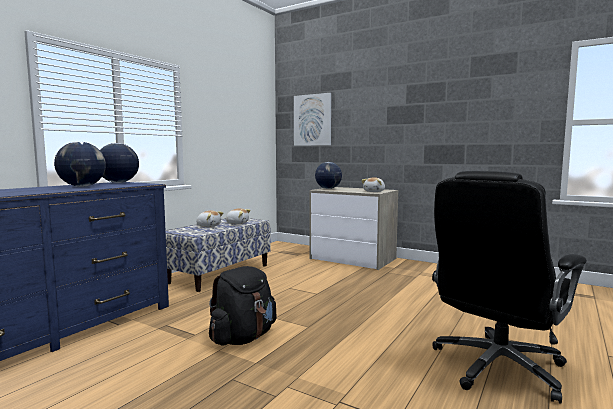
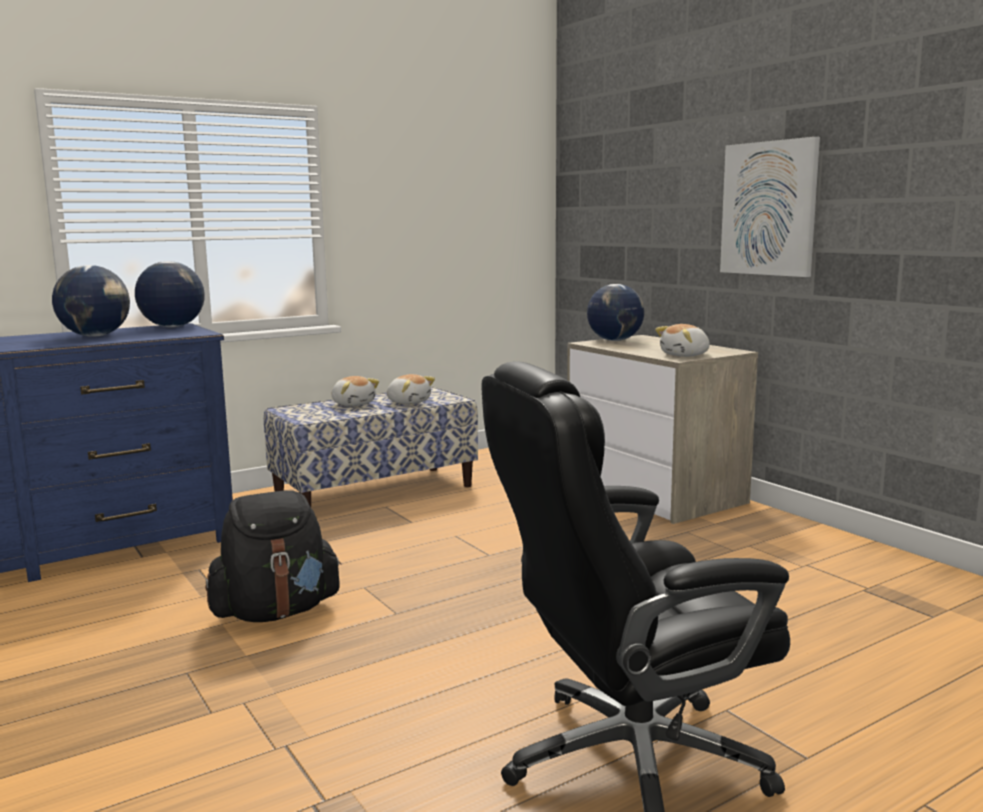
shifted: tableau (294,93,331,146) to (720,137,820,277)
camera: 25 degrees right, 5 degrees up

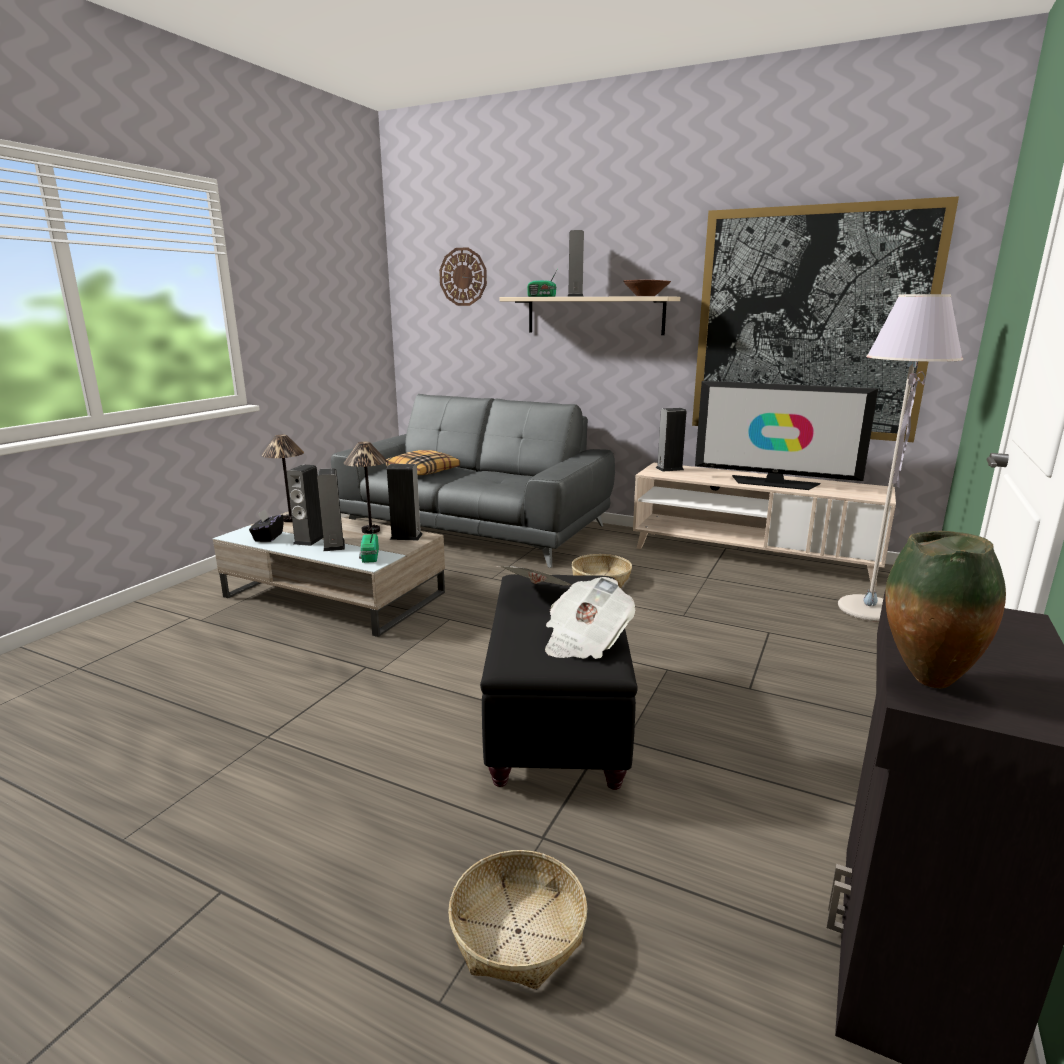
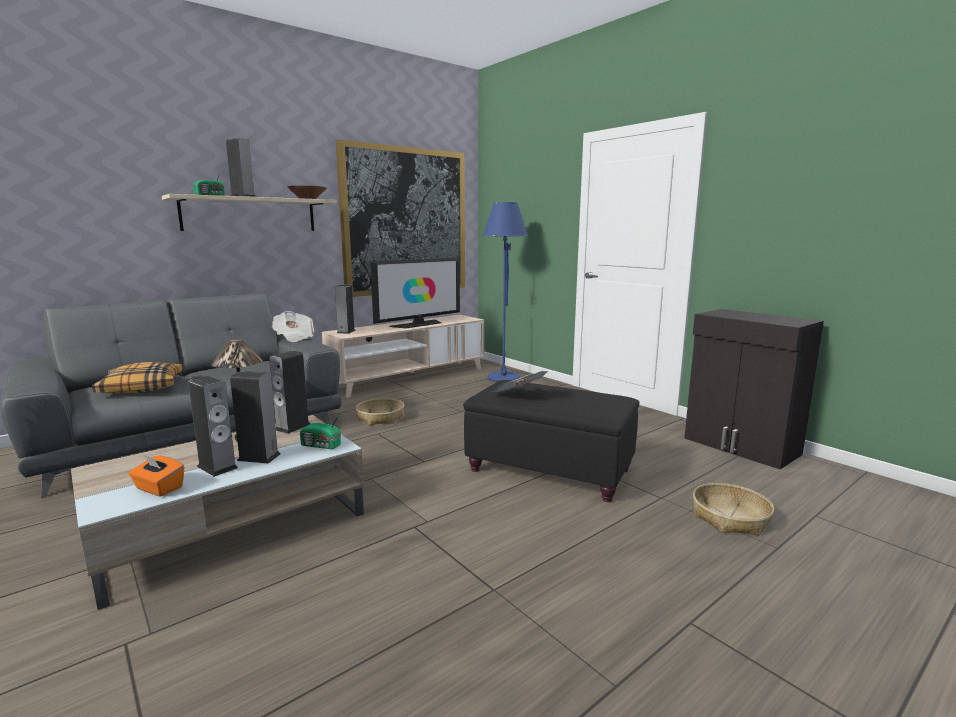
gone: lampe de table (262,435,304,522); horloge murale (439,247,487,306); vase (885,531,1006,688)
shifted: journal (545,577,636,659) to (272,311,314,342)
repainted: boîte à mouchoirs [noir] (249,509,284,542) to boîte à mouchoirs [orange] (128,454,184,497); lampadaire [gris] (838,294,963,622) to lampadaire [bleu] (483,202,528,382)
camera: 65 degrees left, 5 degrees down

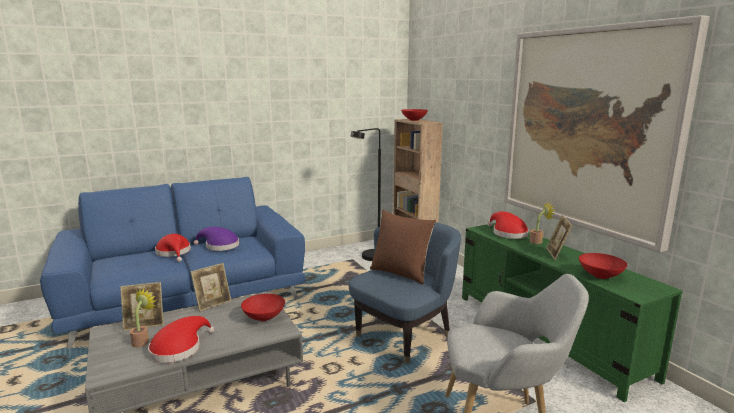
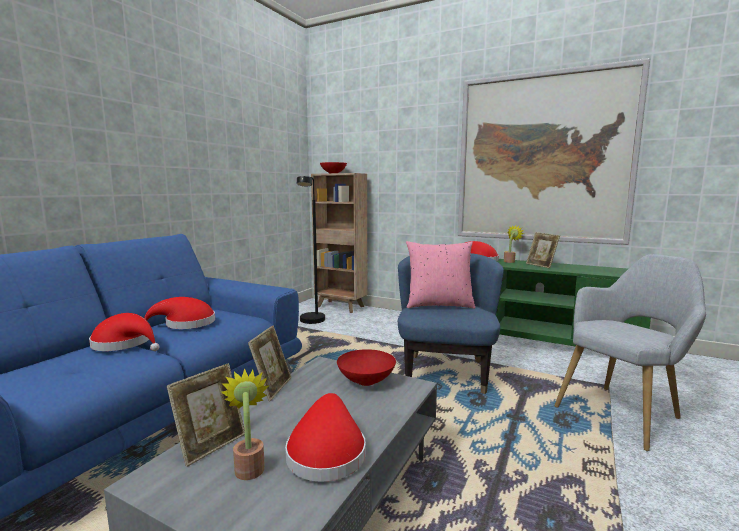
gone: bol [rouge] (579,253,627,279)
repainted: chapeau [violet] (194,227,239,251) to chapeau [rouge] (144,297,215,329); coussin [marron] (370,210,436,284) to coussin [rose] (406,241,475,309)
camera: 35 degrees left, 5 degrees down

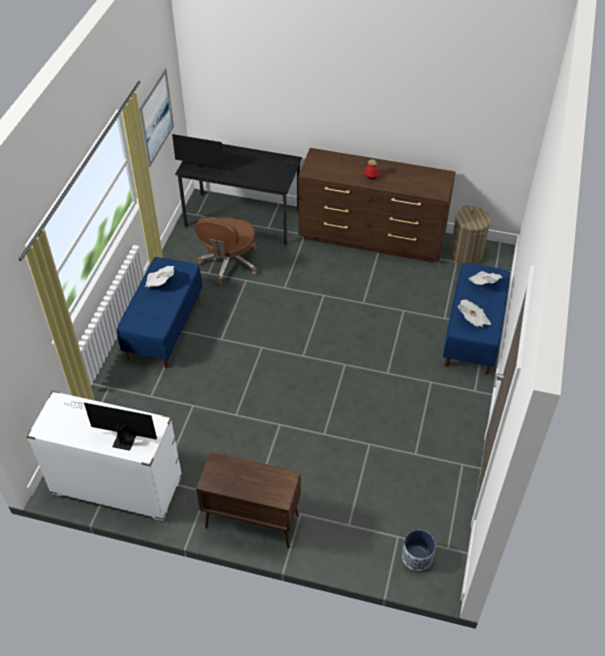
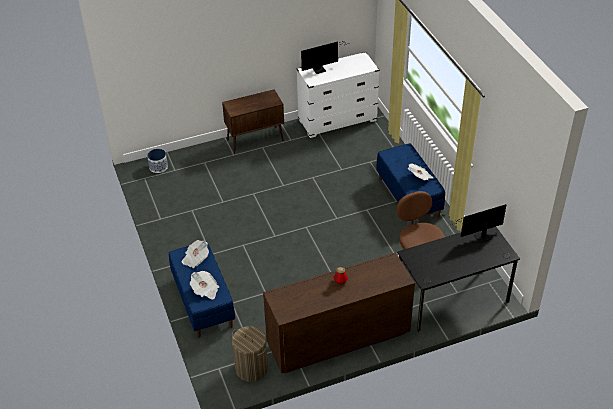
gone: tableau (139,67,174,168)
camera: 145 degrees right, 5 degrees down

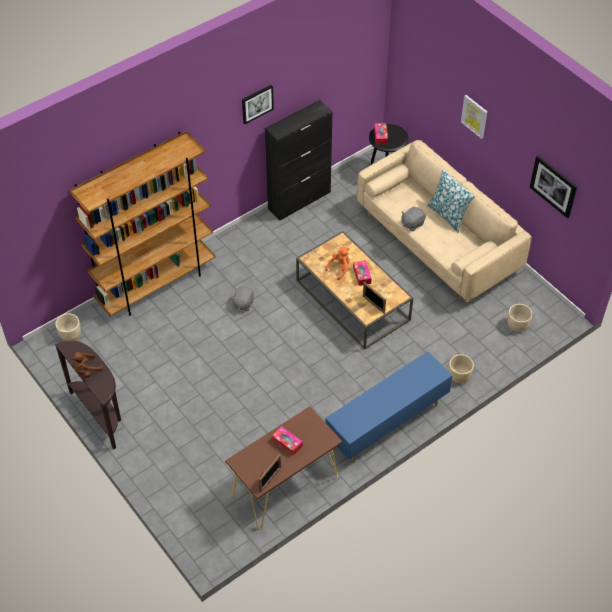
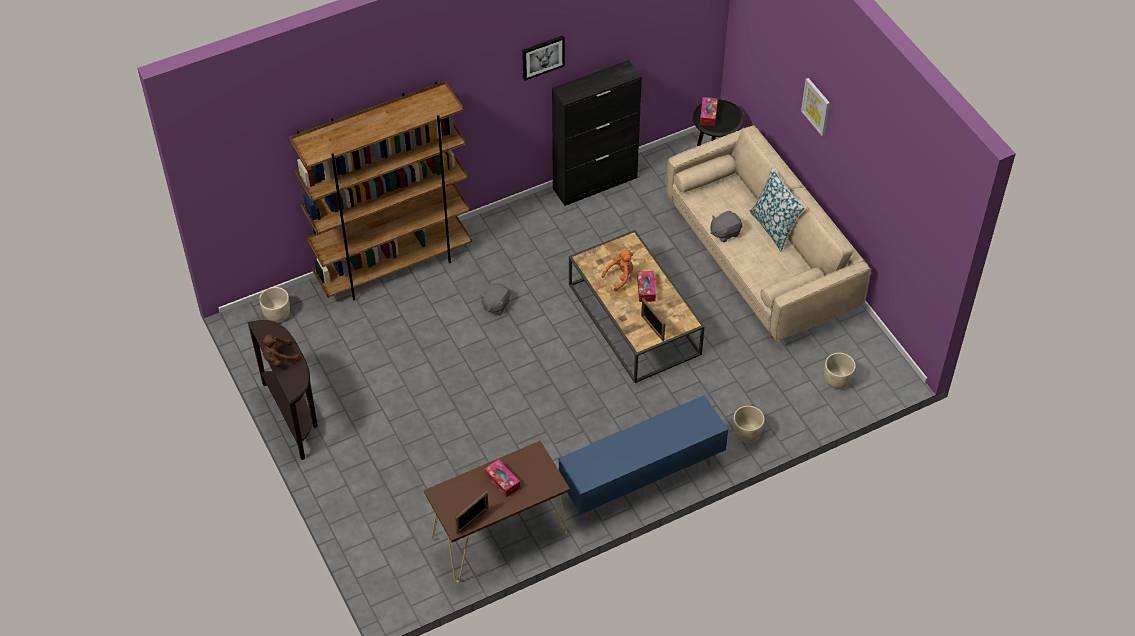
gone: tableau (530,155,577,219)
camera: 10 degrees right, 0 degrees up

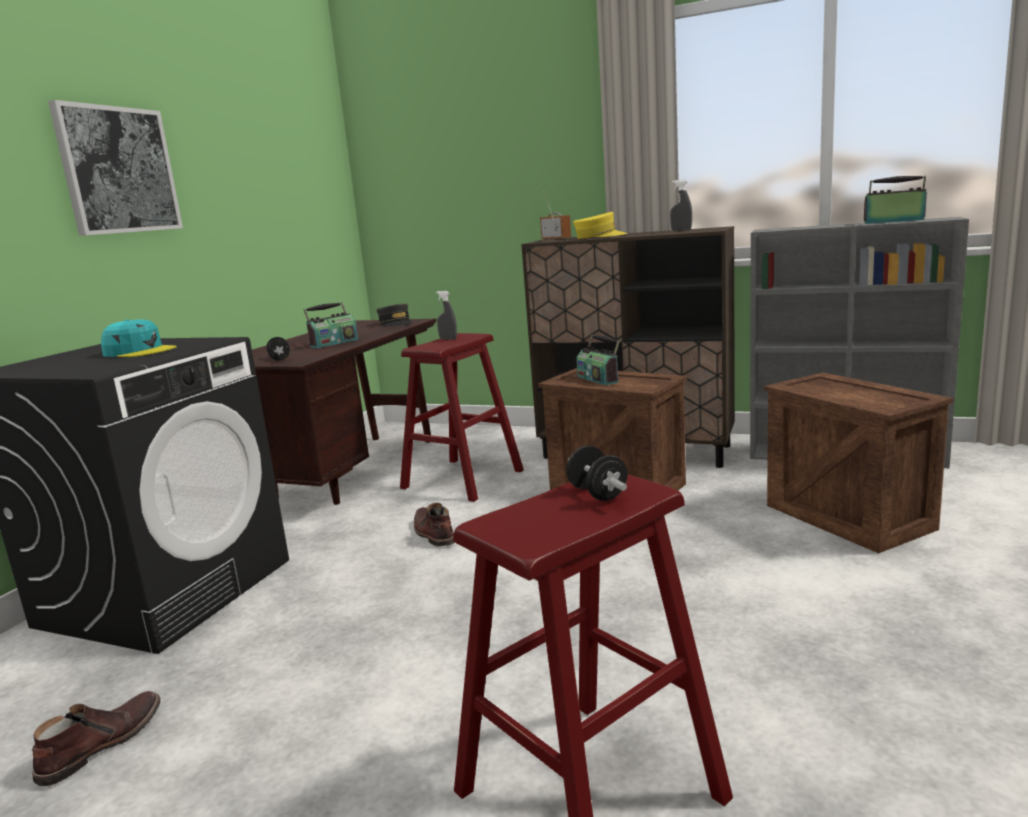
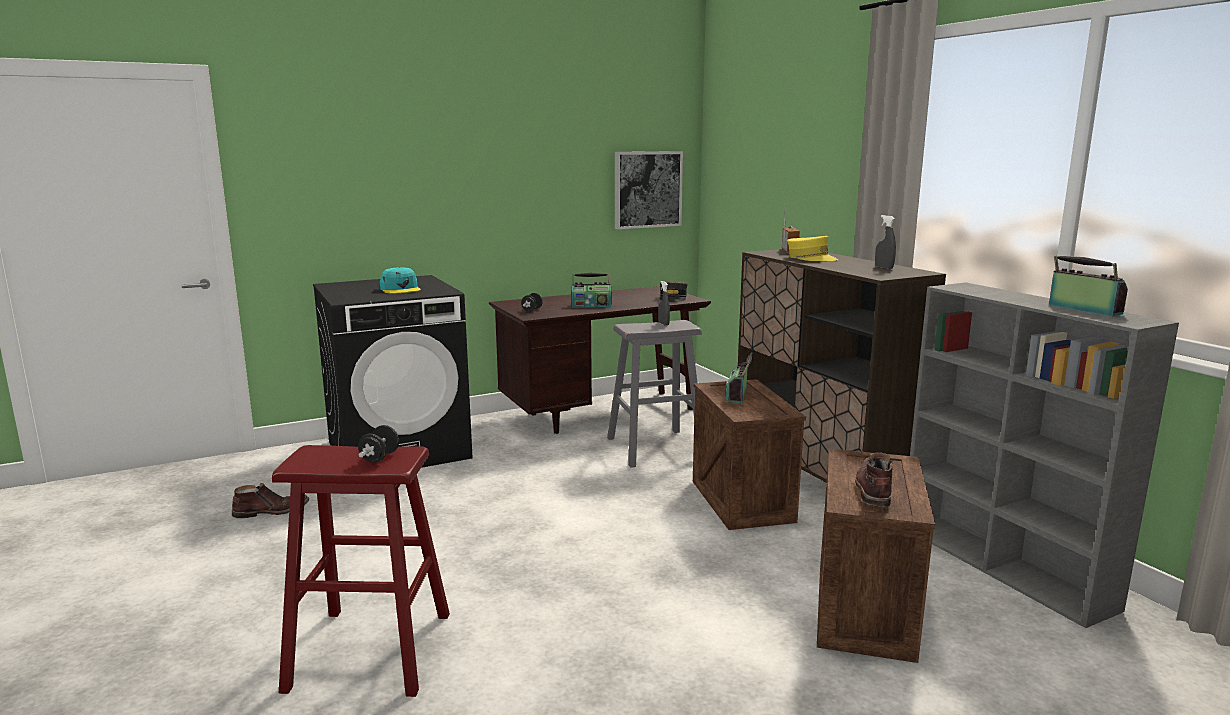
shifted: tableau (48,100,183,236) to (615,151,683,229); botte [marron] (414,503,455,547) to (855,452,893,507)
repainted: tabouret [rouge] (400,333,524,502) to tabouret [gris] (607,320,702,468)
camera: 40 degrees right, 0 degrees up

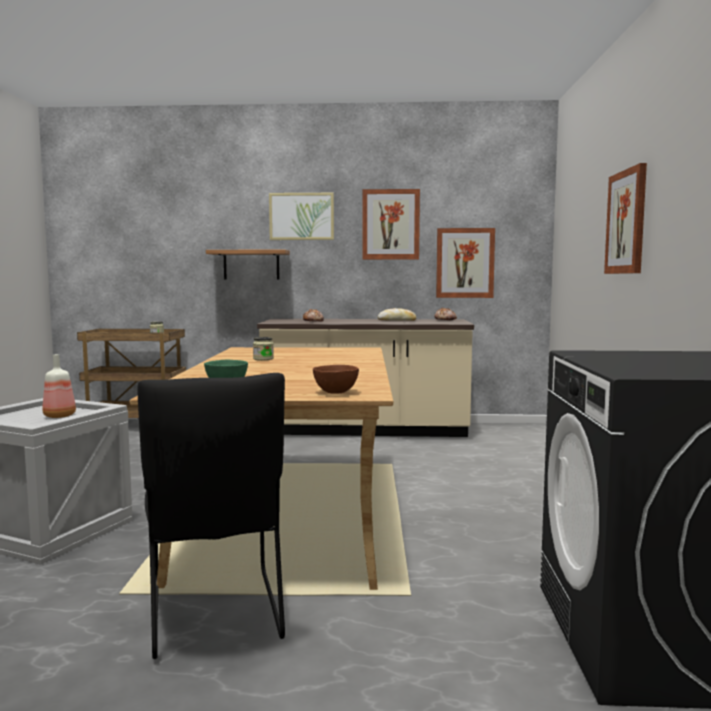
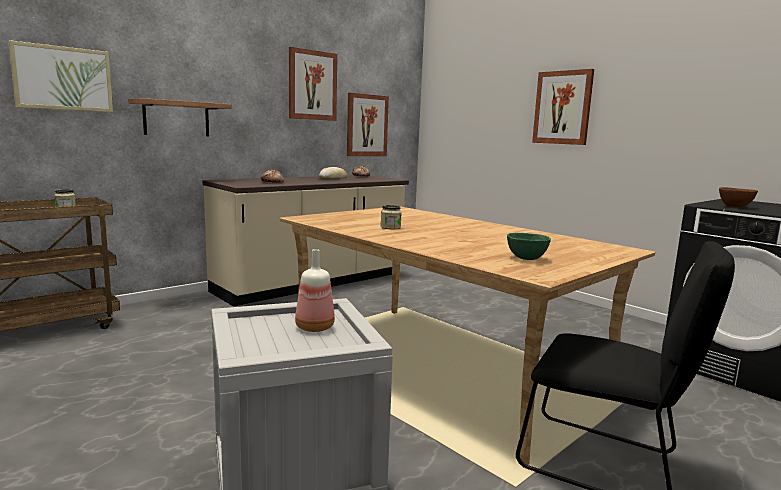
shifted: tableau (269,193,334,240) to (8,40,113,112); bol [marron] (313,365,359,394) to (719,187,758,207)
camera: 45 degrees left, 5 degrees up

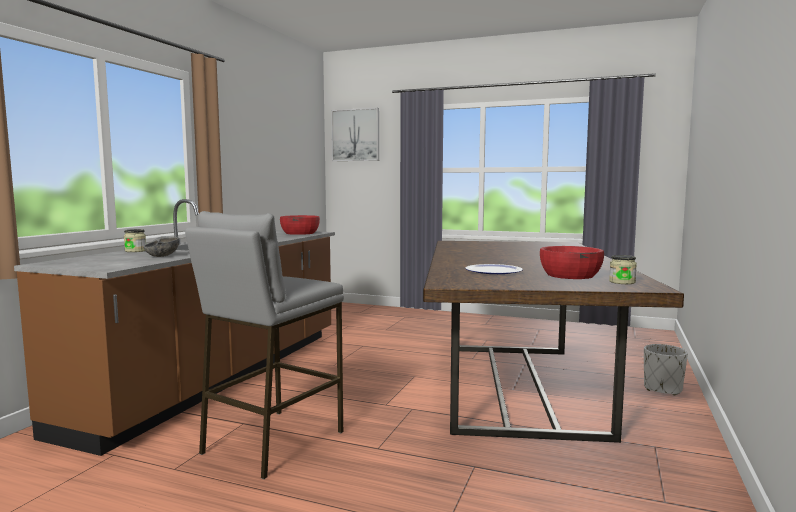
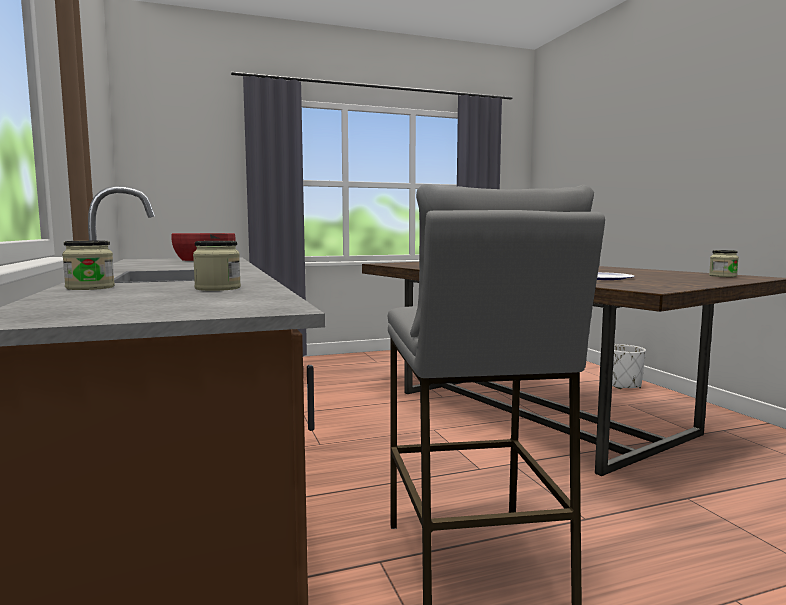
gone: tableau (331,108,379,161); bol [rouge] (540,246,604,279)
swapped: bol [gris] (143,236,179,257) to bocal (193,241,241,291)
camera: 40 degrees left, 0 degrees up

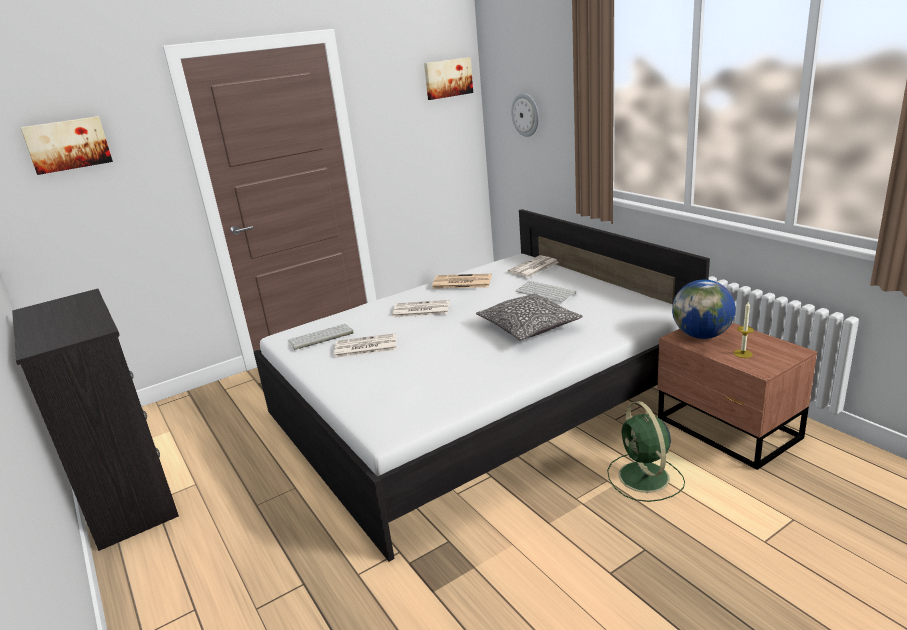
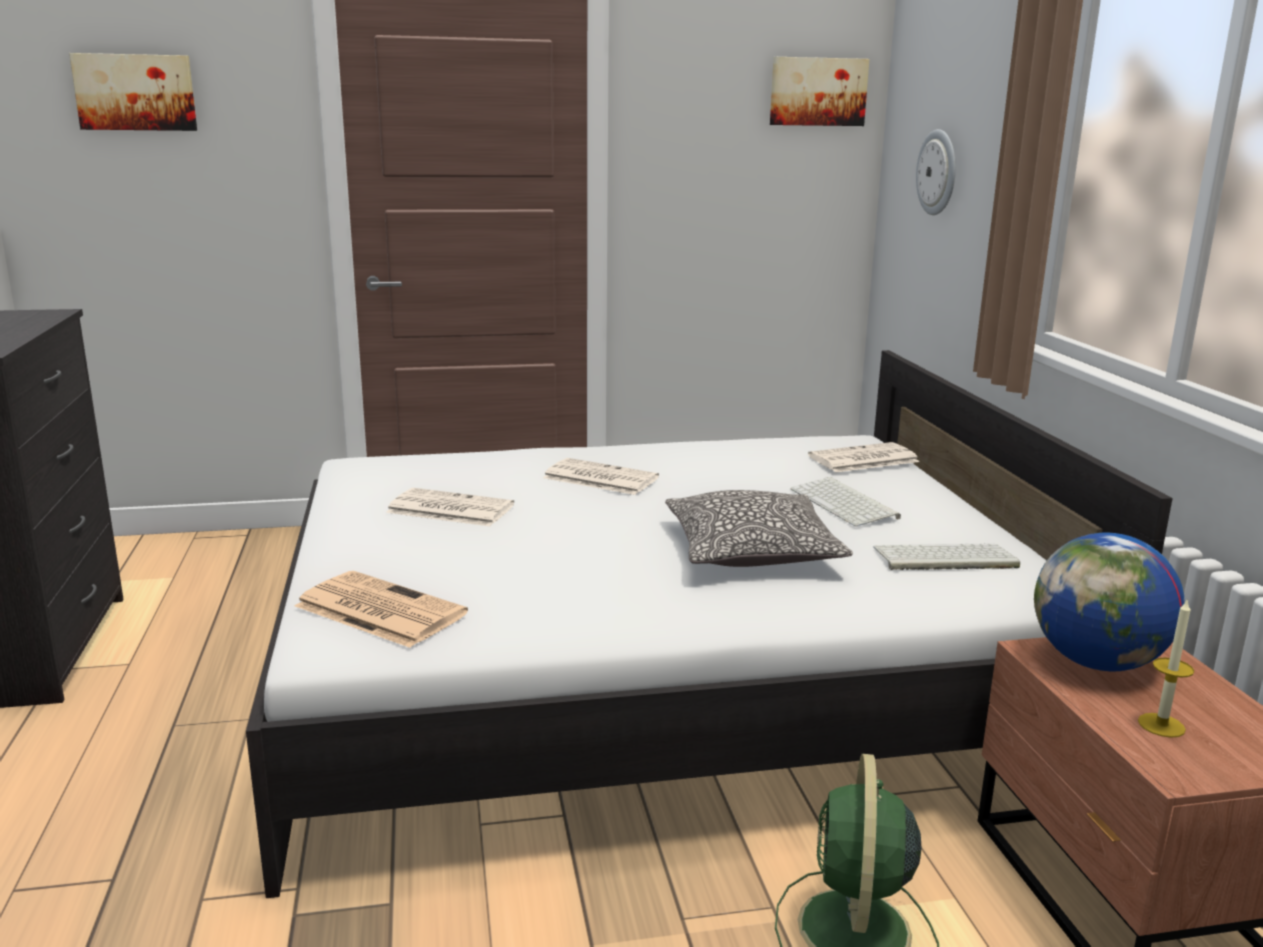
shifted: clavier (288,324,354,350) to (873,544,1020,570); journal (432,274,492,289) to (295,571,468,648)
camera: 20 degrees right, 5 degrees down

